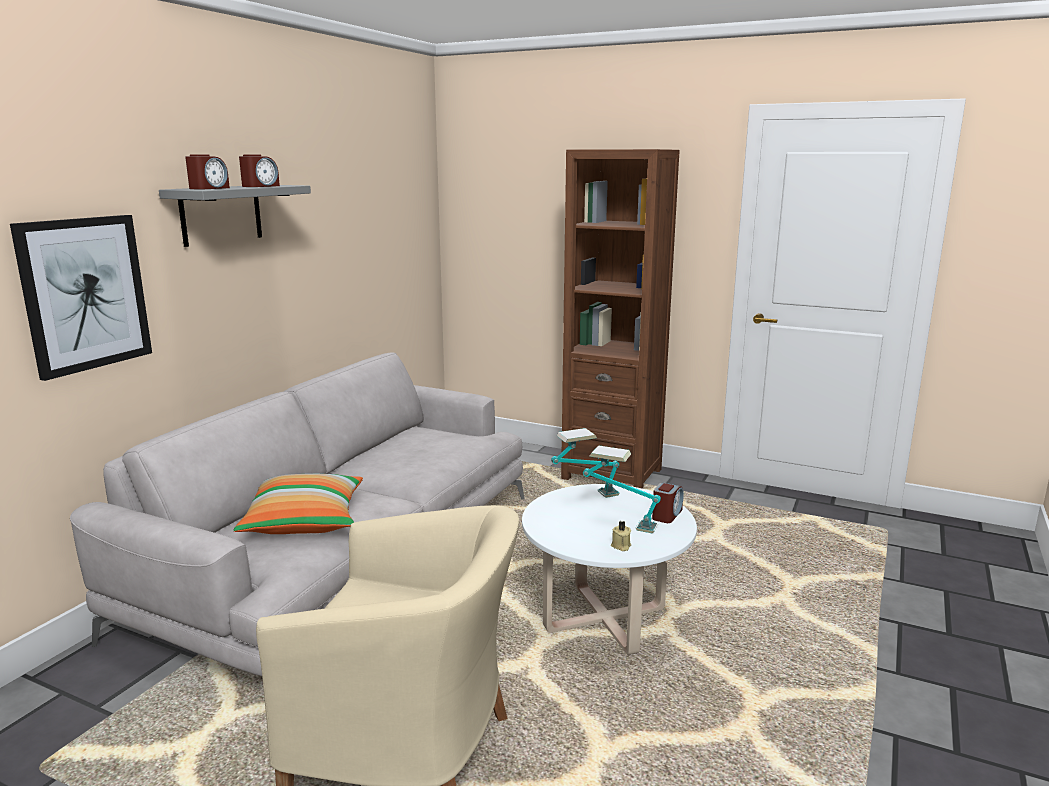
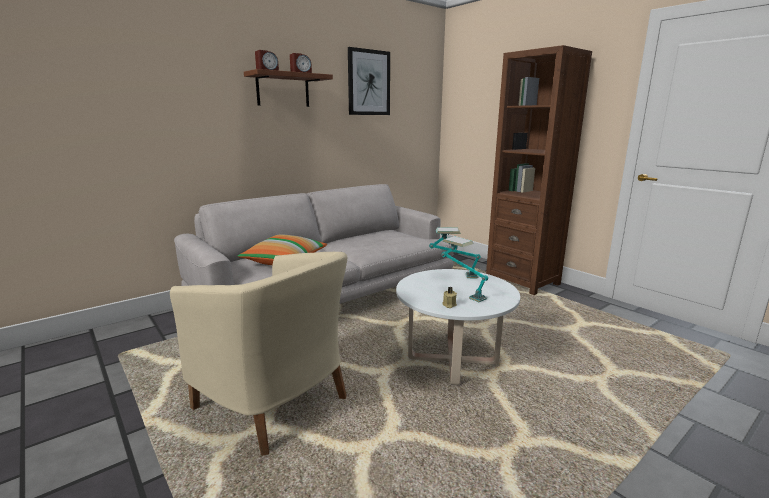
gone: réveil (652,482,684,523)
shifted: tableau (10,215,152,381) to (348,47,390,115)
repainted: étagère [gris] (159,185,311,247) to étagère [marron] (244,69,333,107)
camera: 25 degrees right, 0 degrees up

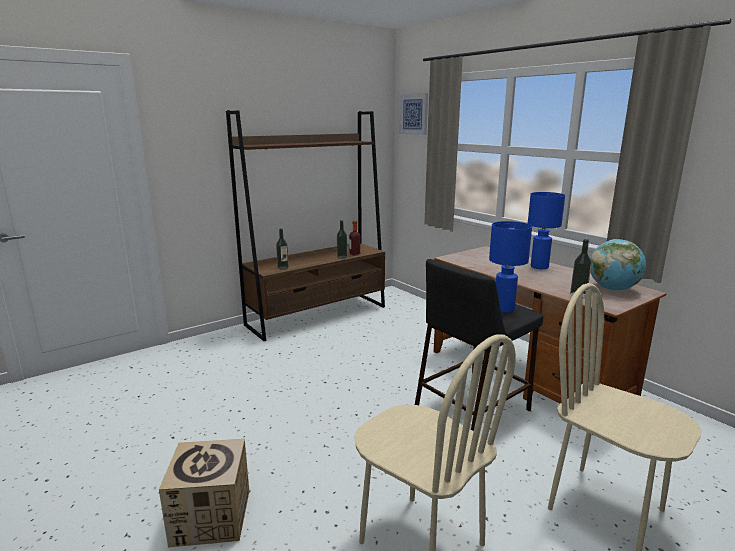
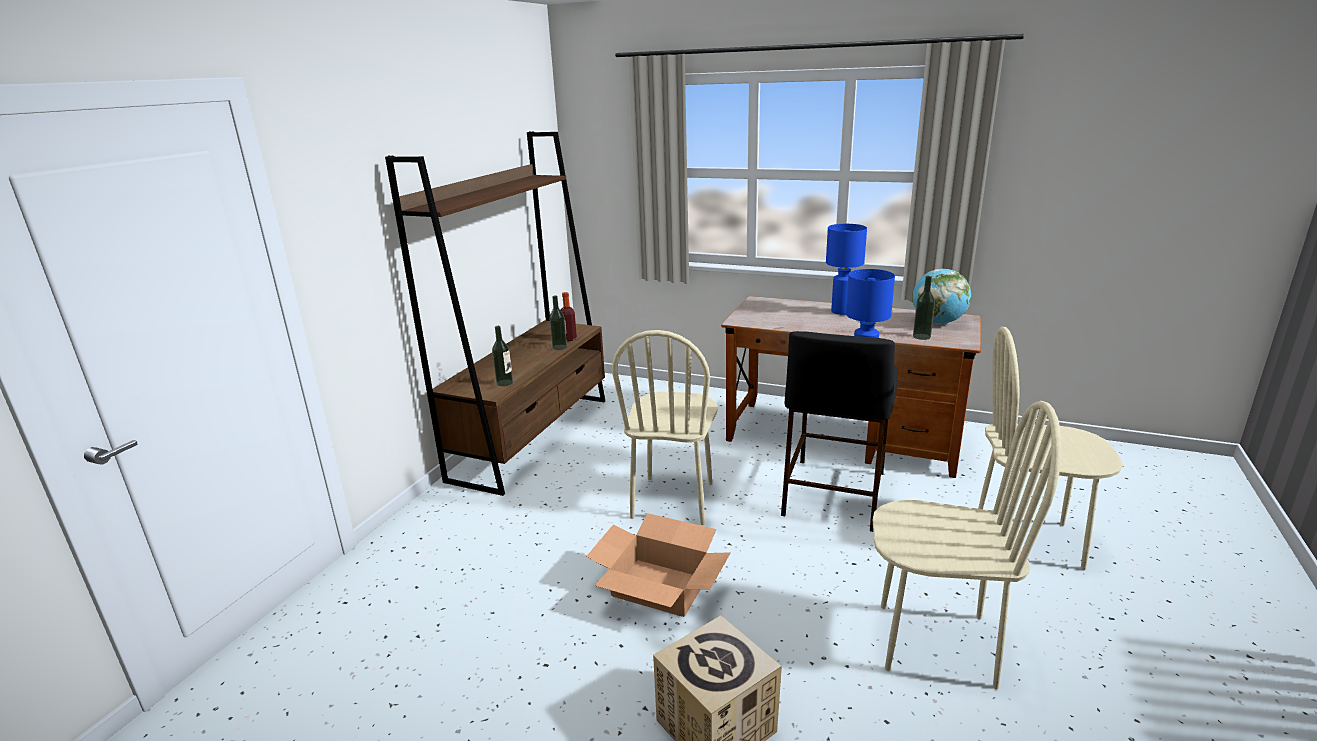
gone: tableau (399,93,428,135)
new: carton (586,513,731,617); chaise [beige] (612,330,718,525)
camera: 30 degrees left, 5 degrees up

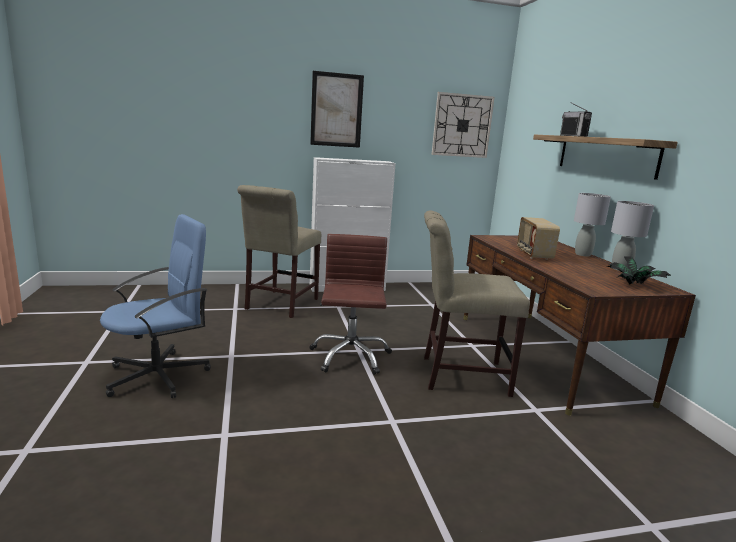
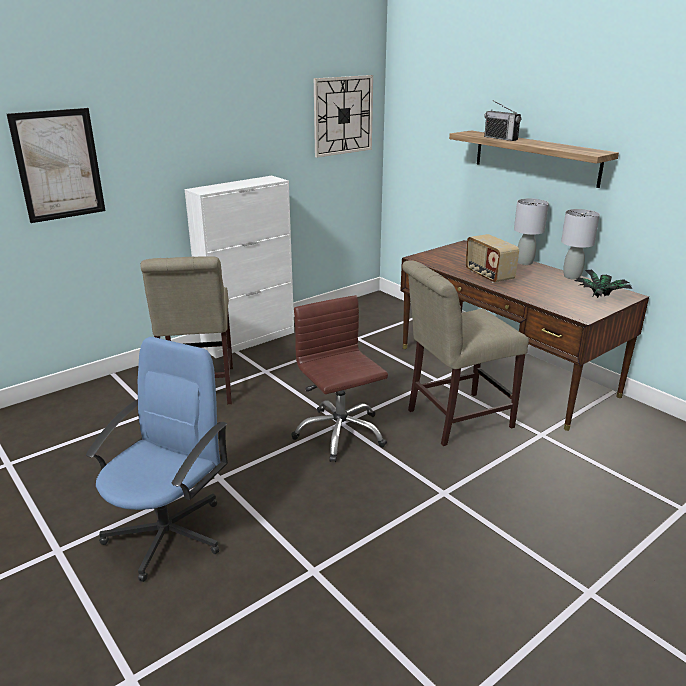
shifted: tableau (310,71,364,148) to (7,108,105,223)
camera: 25 degrees left, 10 degrees up

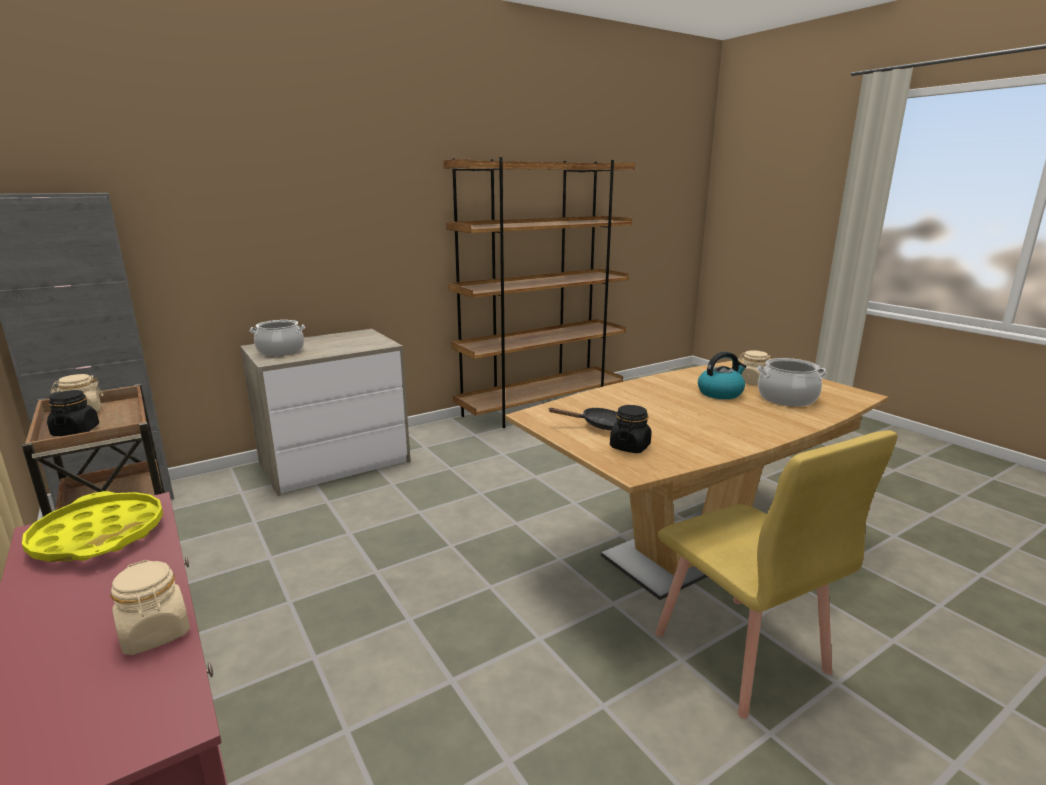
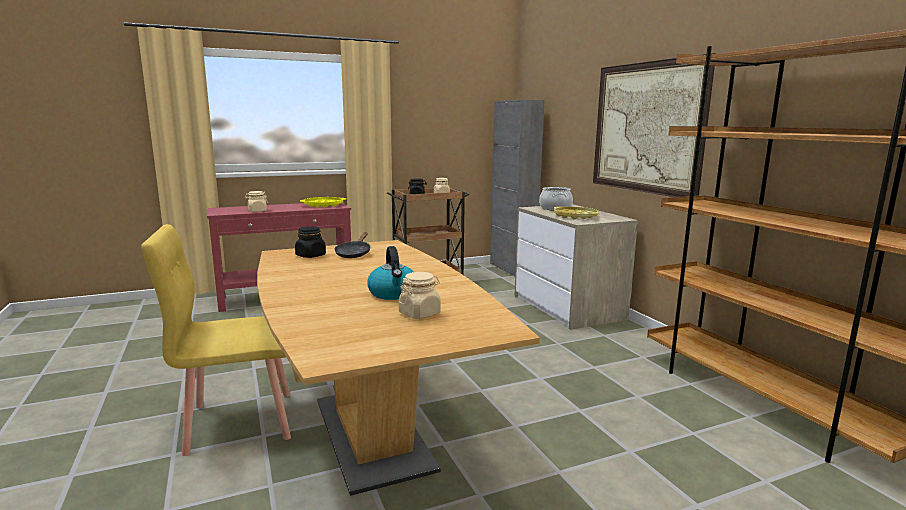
gone: marmite (757,358,827,407)
new: plateau [jaune] (554,207,600,219); tableau (593,53,716,197)
camera: 100 degrees right, 5 degrees down

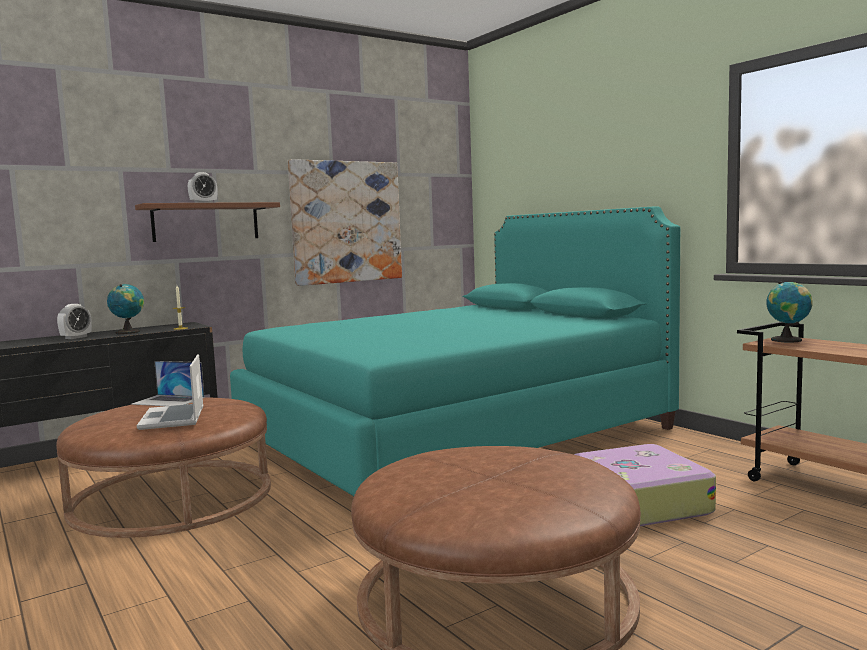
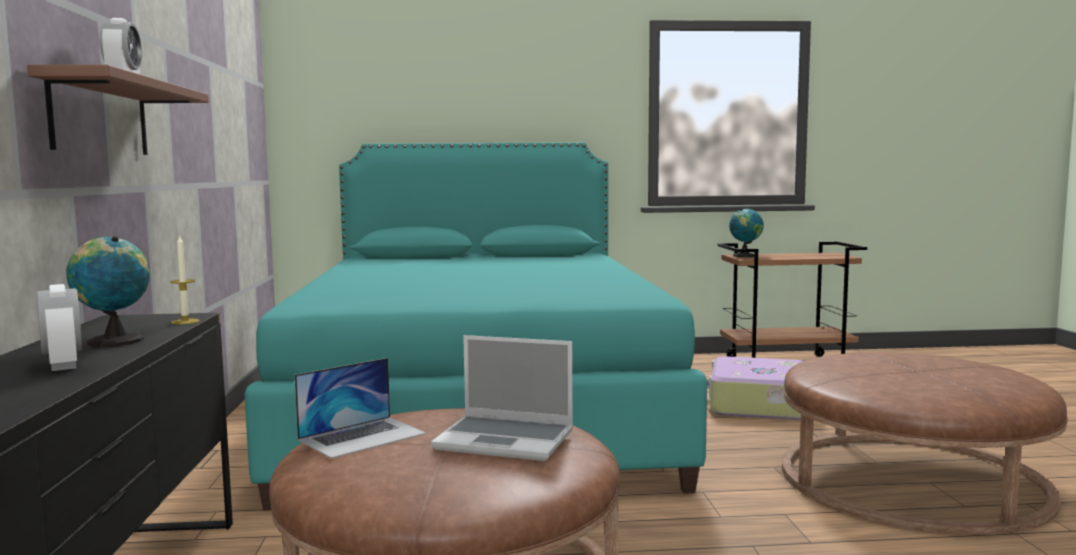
gone: tableau (288,159,402,286)
camera: 60 degrees left, 0 degrees up

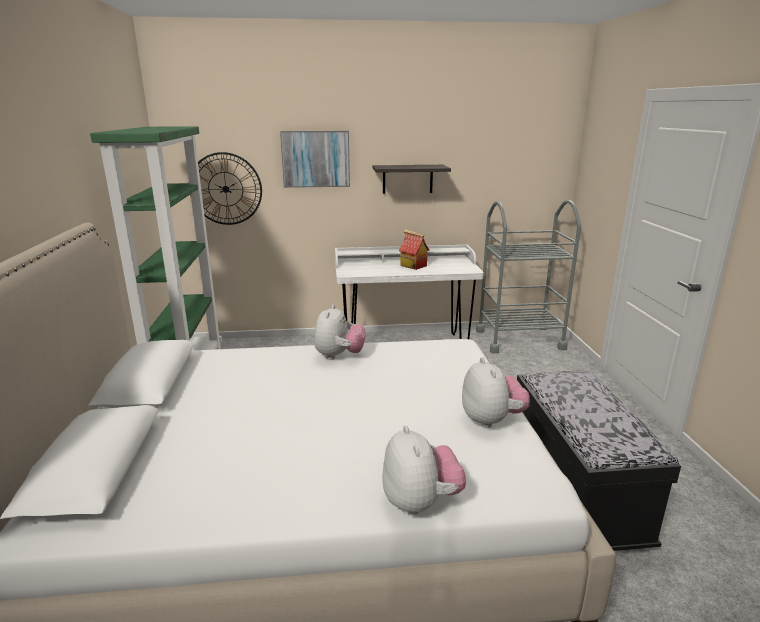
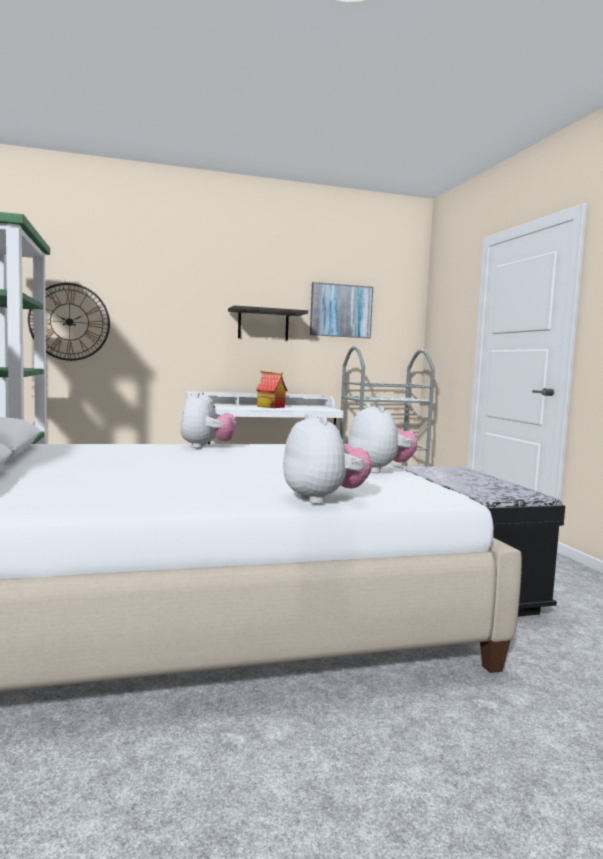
shifted: tableau (280,131,350,188) to (310,282,373,338)
camera: 10 degrees left, 15 degrees down

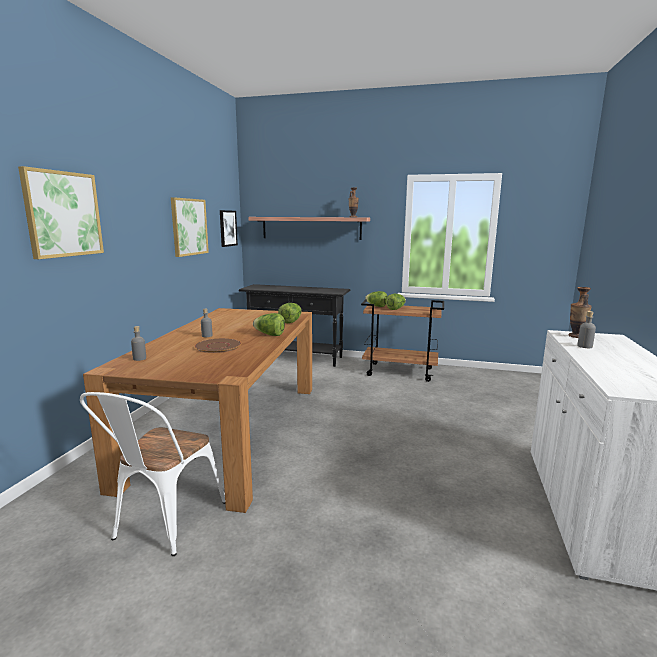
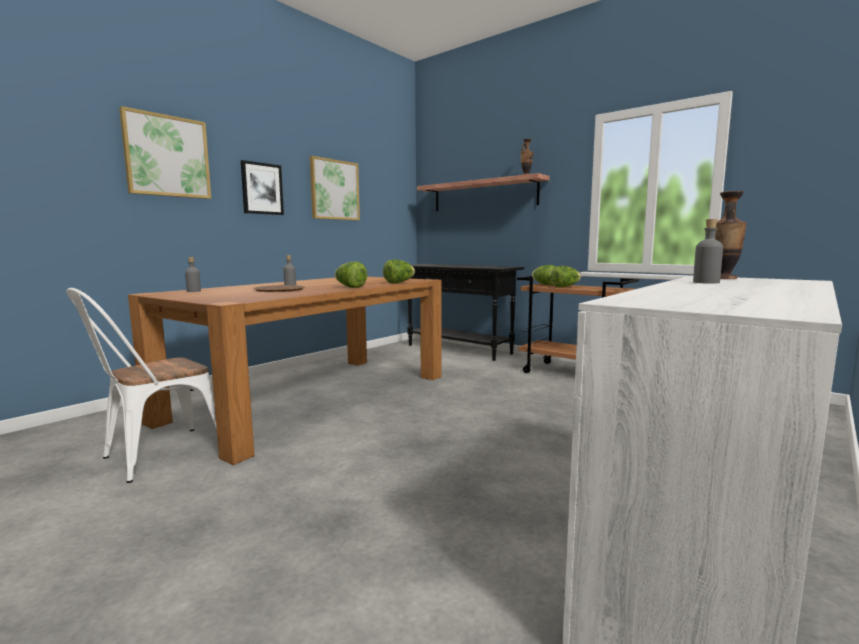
shifted: tableau (220,210,238,247) to (241,160,284,215)
camera: 25 degrees right, 5 degrees down

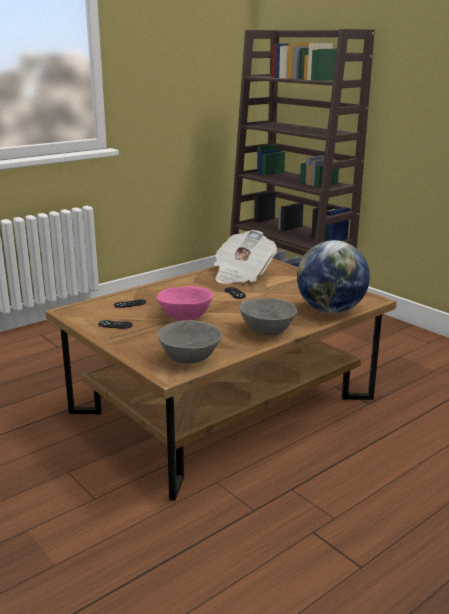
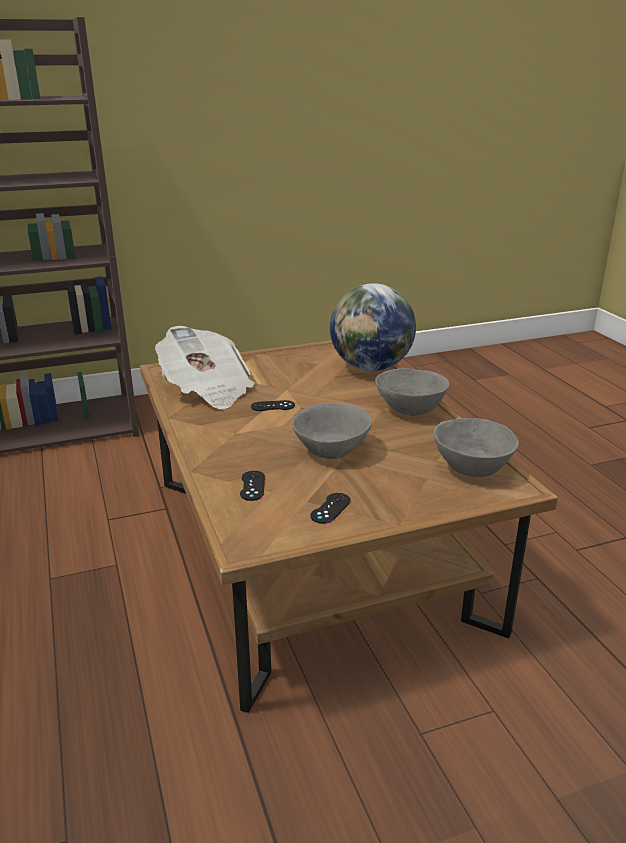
repainted: bol [rose] (157,286,213,320) to bol [gris] (292,403,372,459)
camera: 70 degrees left, 5 degrees up

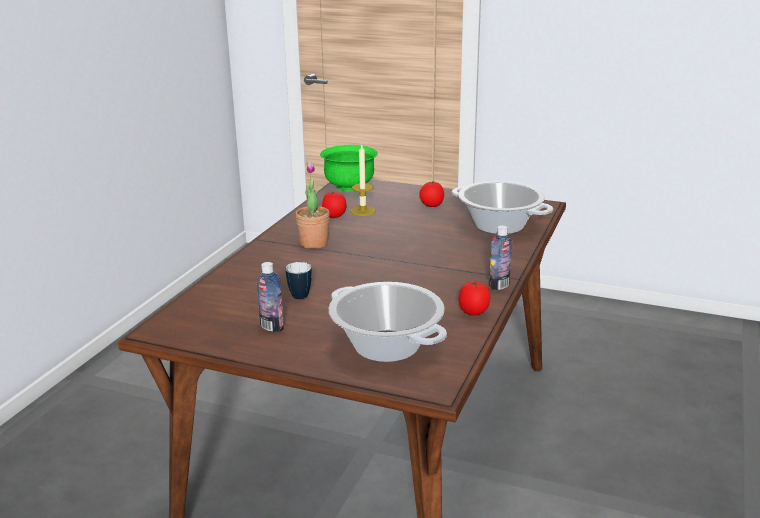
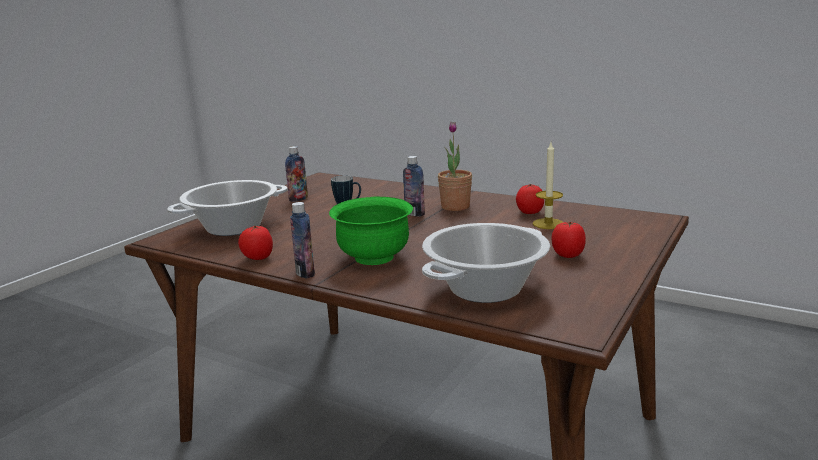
new: bouteille (403,156,425,216)
shifted: bol [vert] (320,145,378,191) to (329,197,413,265)
camera: 100 degrees right, 5 degrees down

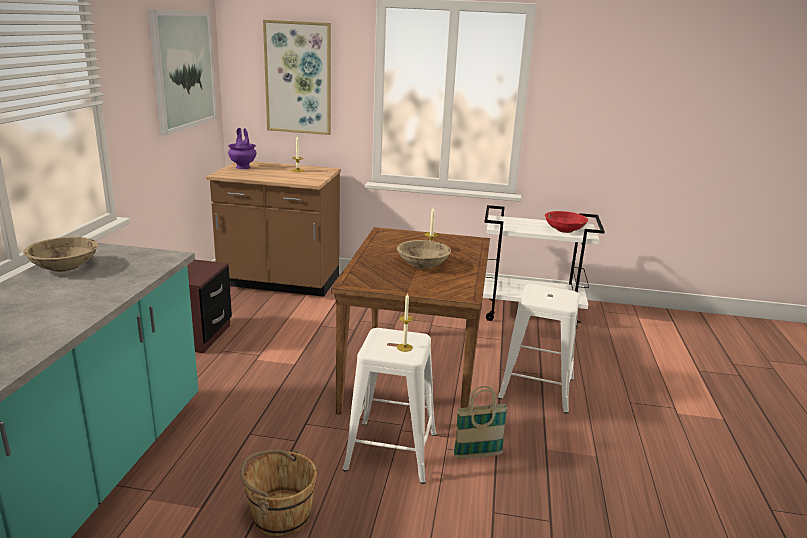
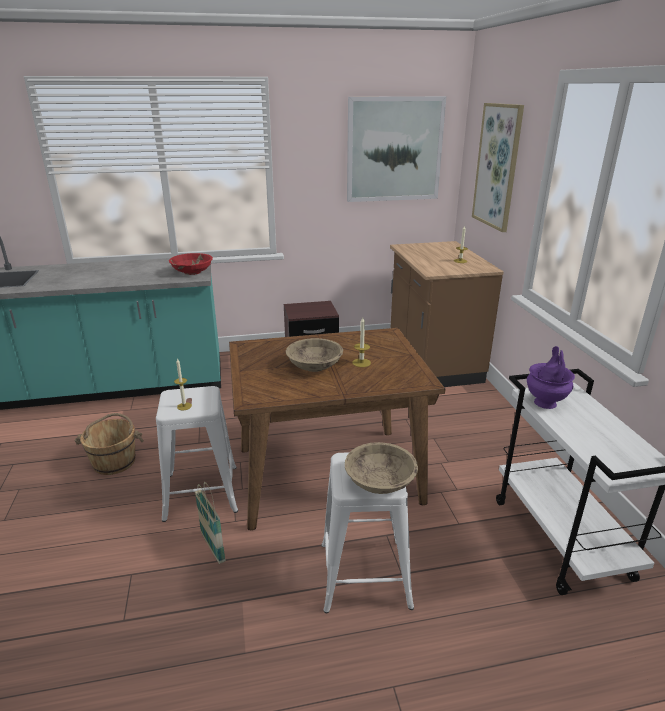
shifted: bol [beige] (23,237,98,272) to (345,442,418,494); vase [violet] (228,128,257,169) to (527,346,575,409); bol [rouge] (545,211,588,233) to (169,253,213,275)
camera: 70 degrees right, 5 degrees up

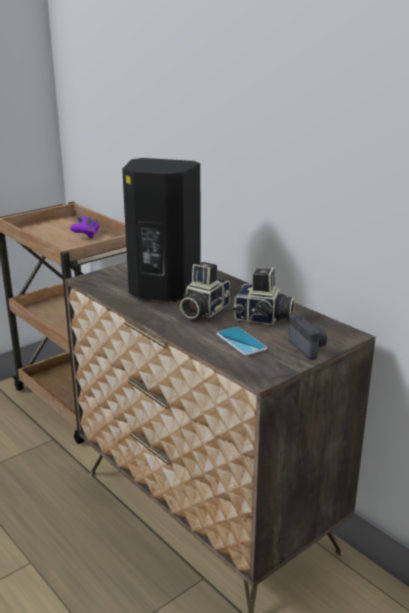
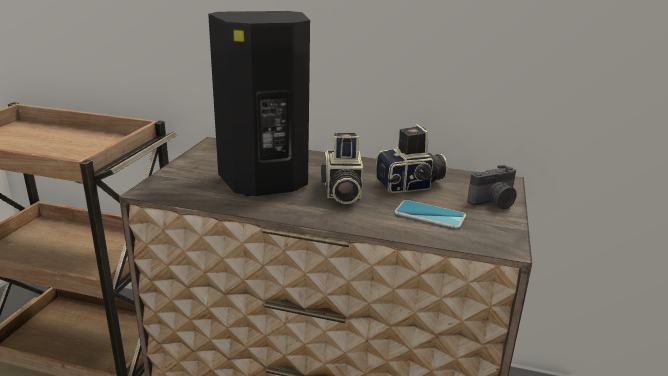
gone: manette [violet] (70,216,100,238)
rotated: appareil photo (289,315,327,359) = (467,165,517,209) 120 degrees clockwise
camera: 35 degrees left, 0 degrees up

